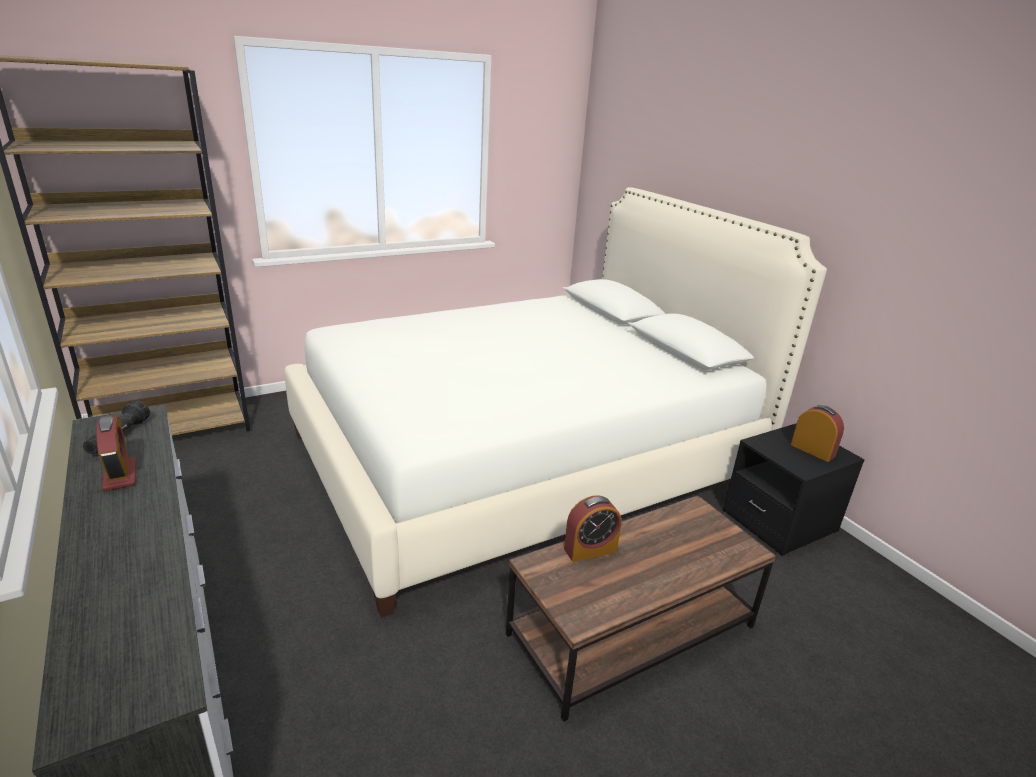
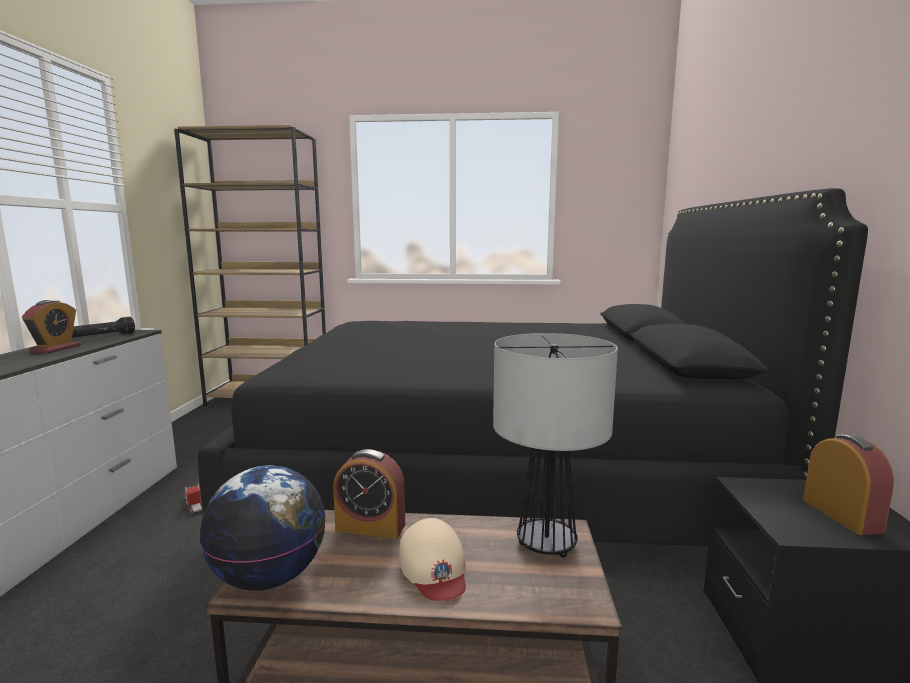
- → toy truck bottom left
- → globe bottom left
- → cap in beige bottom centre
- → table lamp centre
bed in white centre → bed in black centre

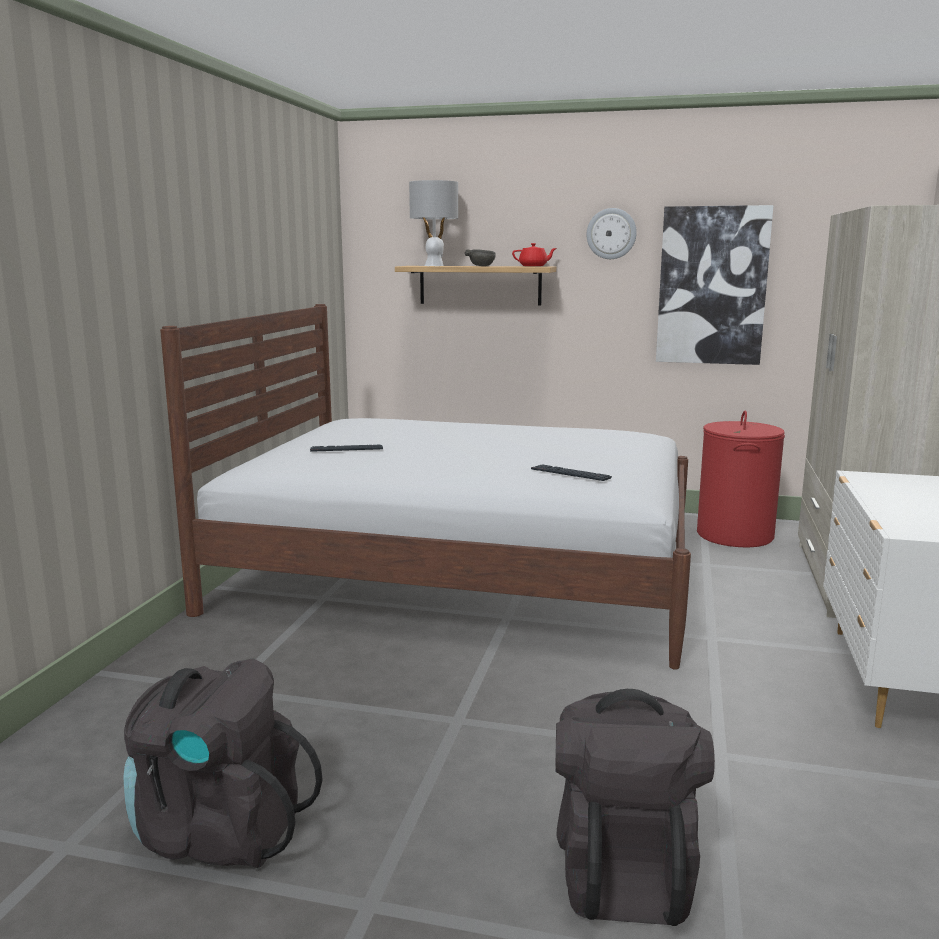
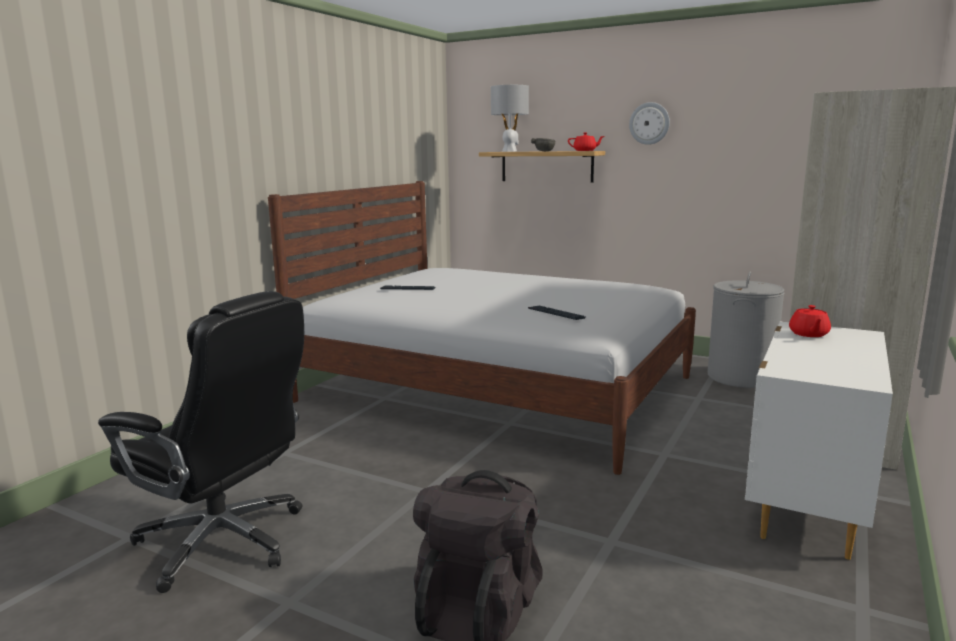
picture top right → -
- → teapot in red (no. 2 from left) middle right
backpack in black (no. 1 from left) bottom left → office chair in black bottom left
laundry basket in red middle right → laundry basket in grey middle right

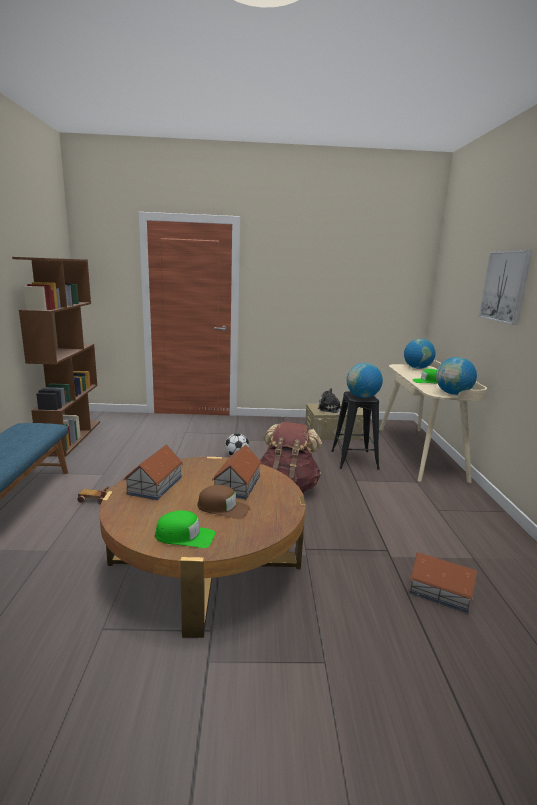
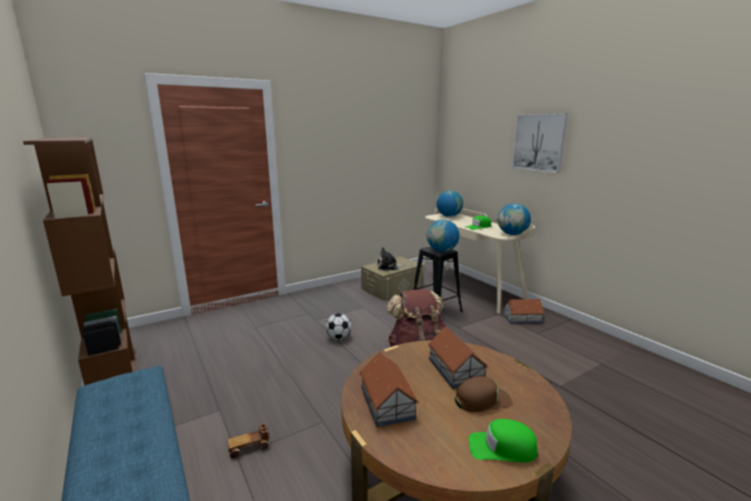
toy house (no. 3 from left) bottom right → toy house (no. 3 from left) middle right, shifted
cap in green (no. 1 from left in the first image) centre → cap in green (no. 2 from left) bottom right, 150 degrees counterclockwise

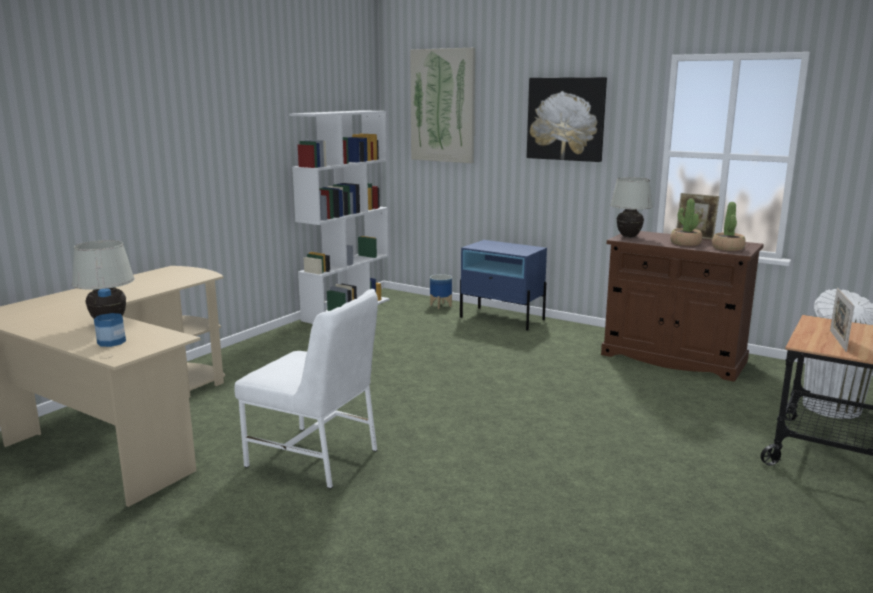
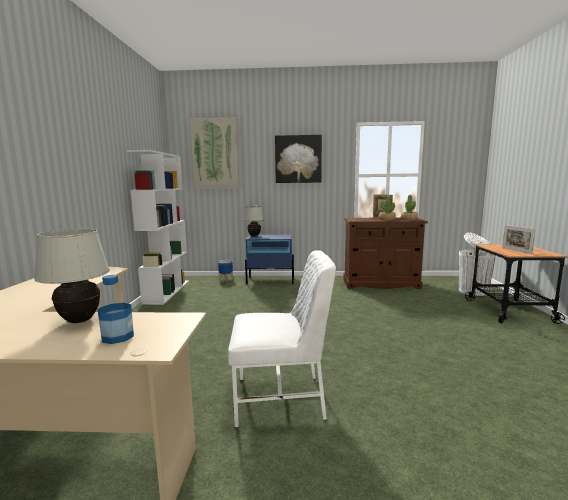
table lamp in white (no. 2 from left) middle right → table lamp in white (no. 2 from left) centre, shifted

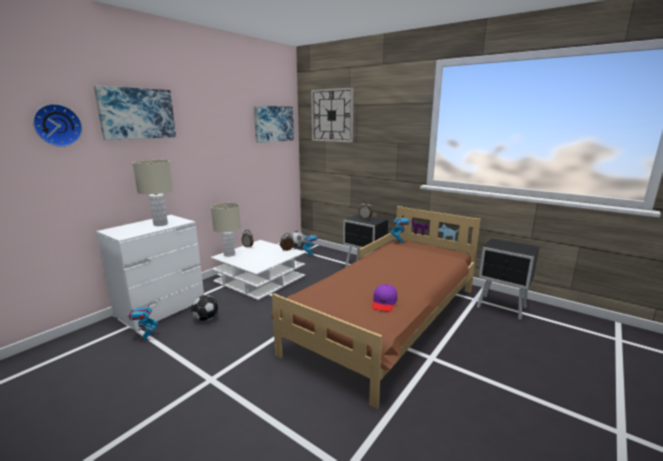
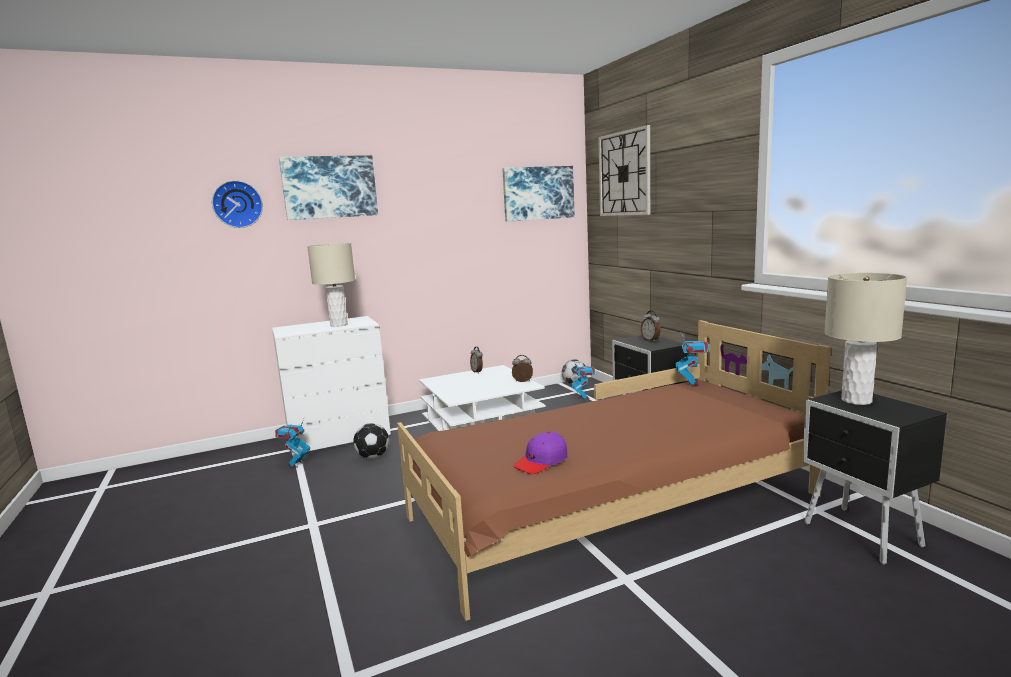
table lamp in beige (no. 2 from left) centre → table lamp in beige (no. 2 from left) middle right, shifted

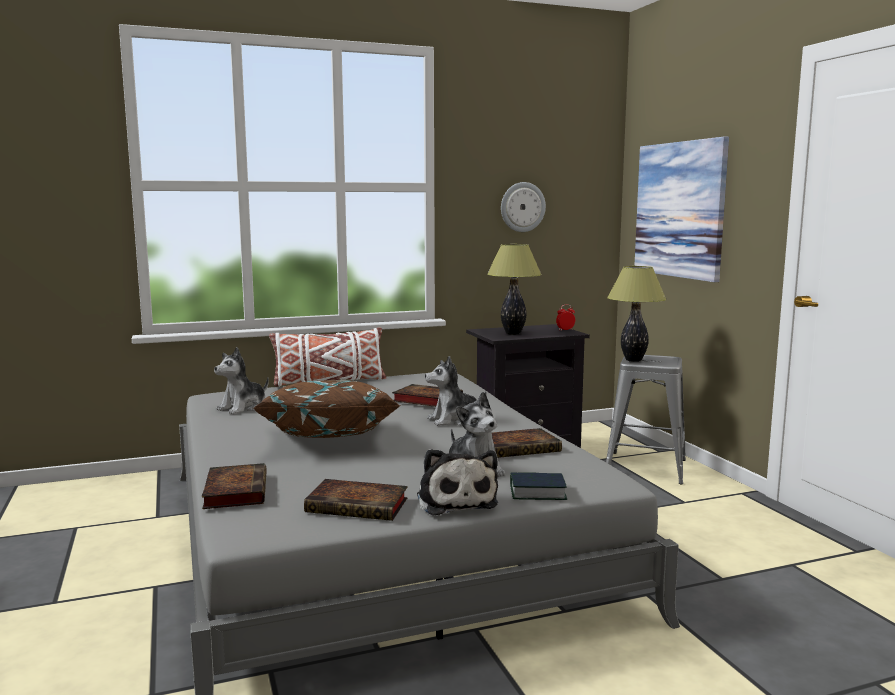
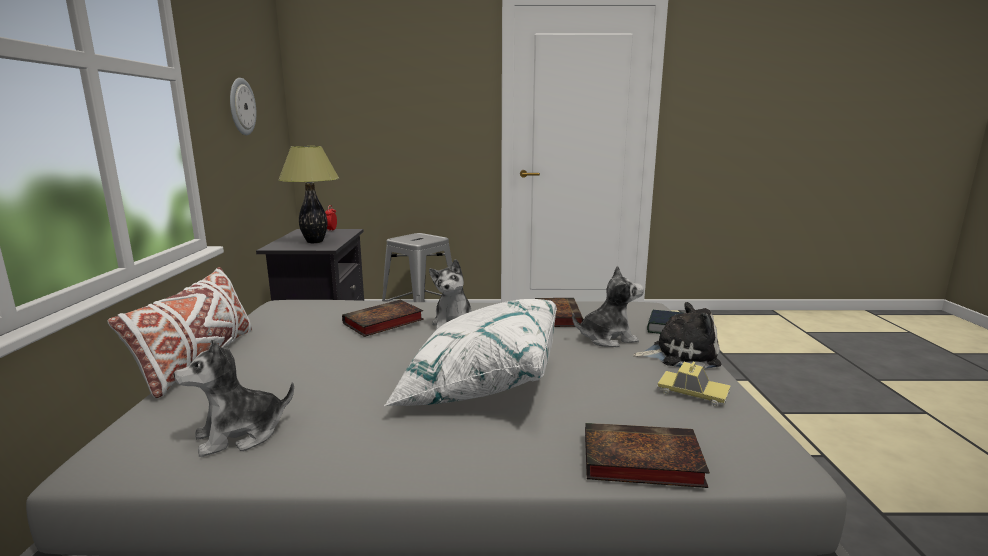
table lamp (no. 2 from left) middle right → -
picture top right → -
book (no. 2 from left) bottom centre → toy car bottom right
pillow in brown centre → pillow in white (no. 2 from left) centre
plush toy (no. 1 from left) middle left → plush toy (no. 1 from left) bottom left, 90 degrees clockwise

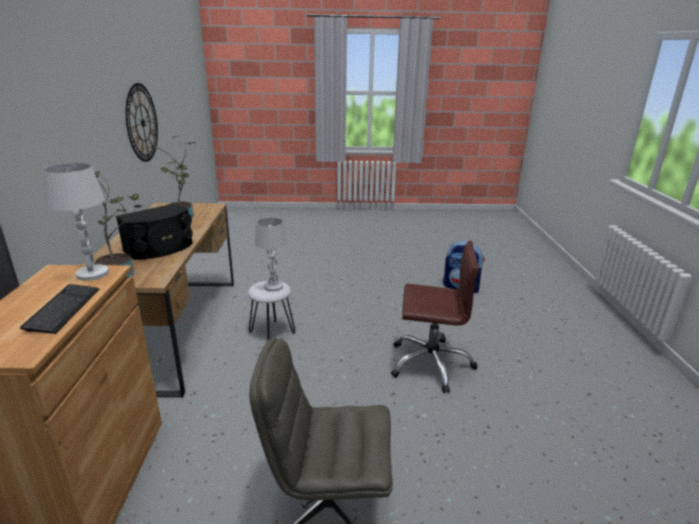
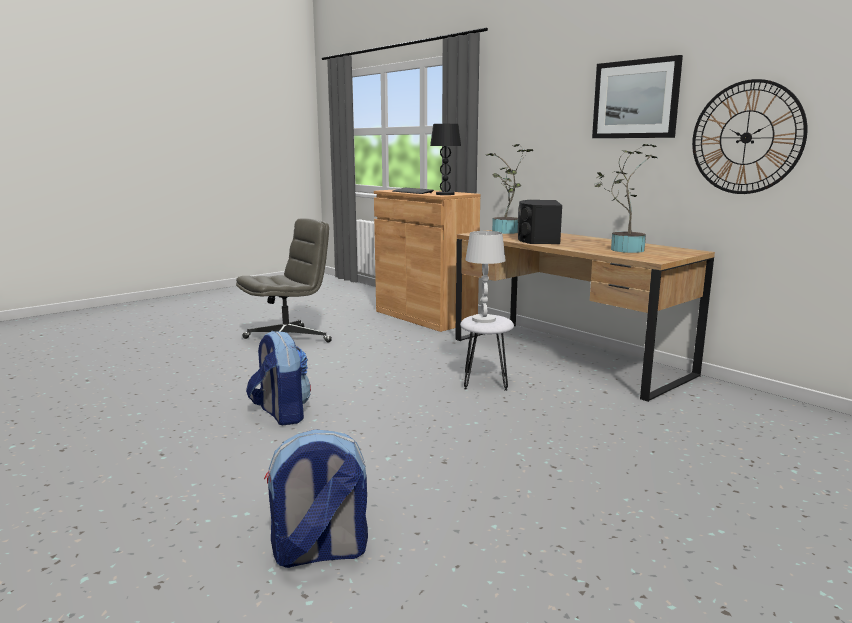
- → picture top right
office chair in brown centre → backpack (no. 1 from left) middle left
table lamp in white (no. 1 from left) middle left → table lamp in black top centre

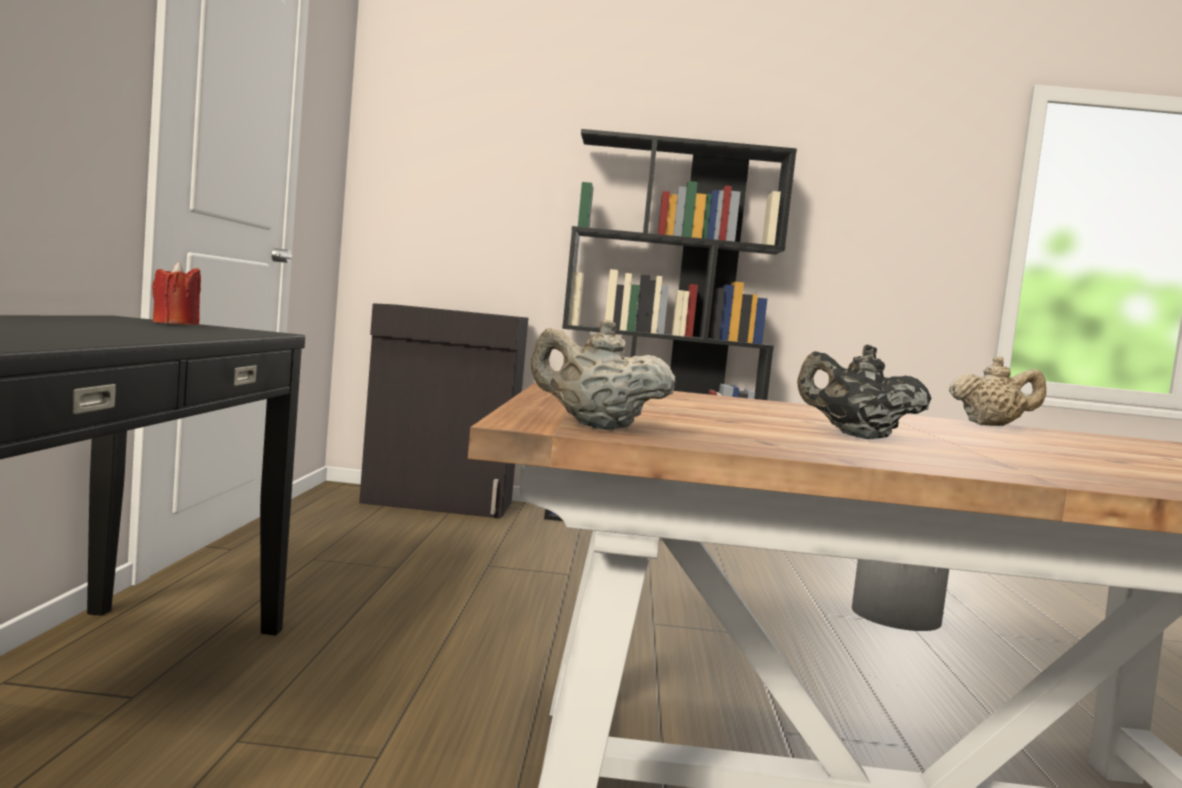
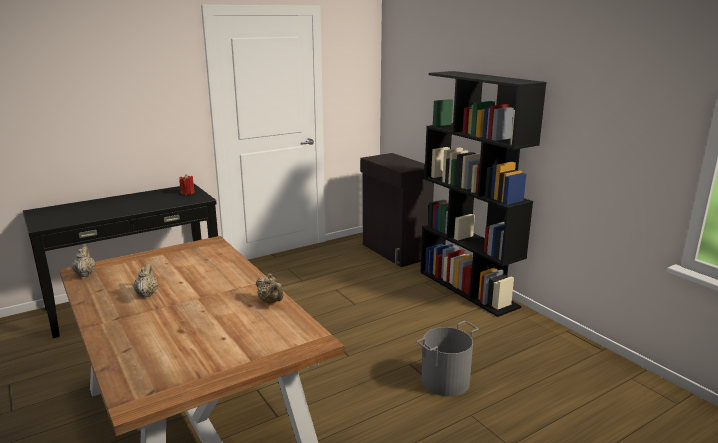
teapot in black middle right → teapot in beige (no. 2 from left) middle left

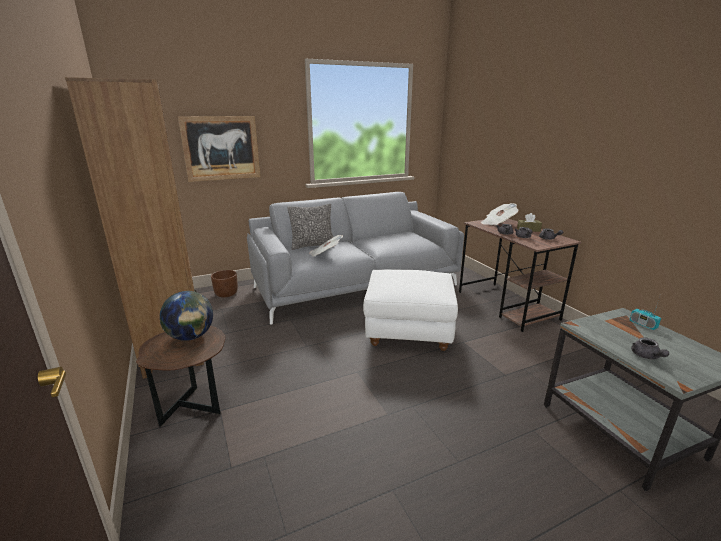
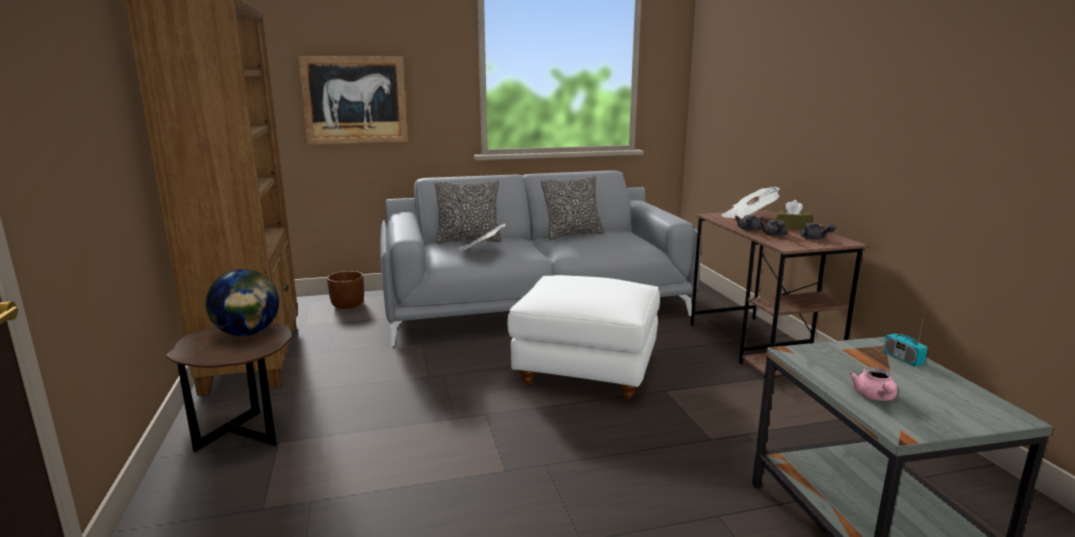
- → pillow (no. 2 from left) centre
teapot in grey (no. 4 from left) middle right → teapot in pink bottom right

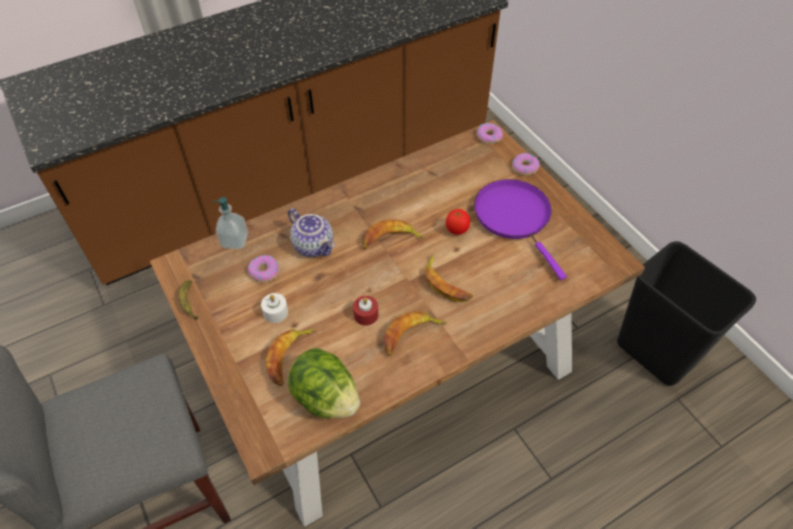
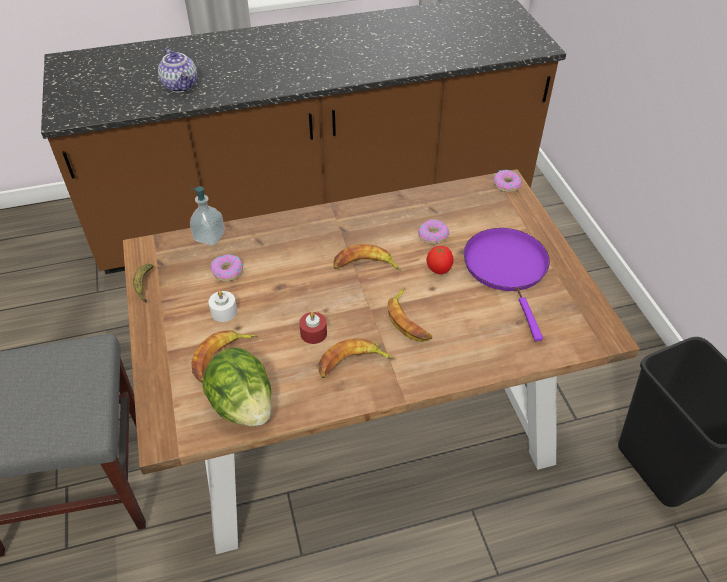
teapot centre → teapot top left, shifted
donut (no. 3 from left in the first image) top centre → donut (no. 2 from left) centre, shifted

